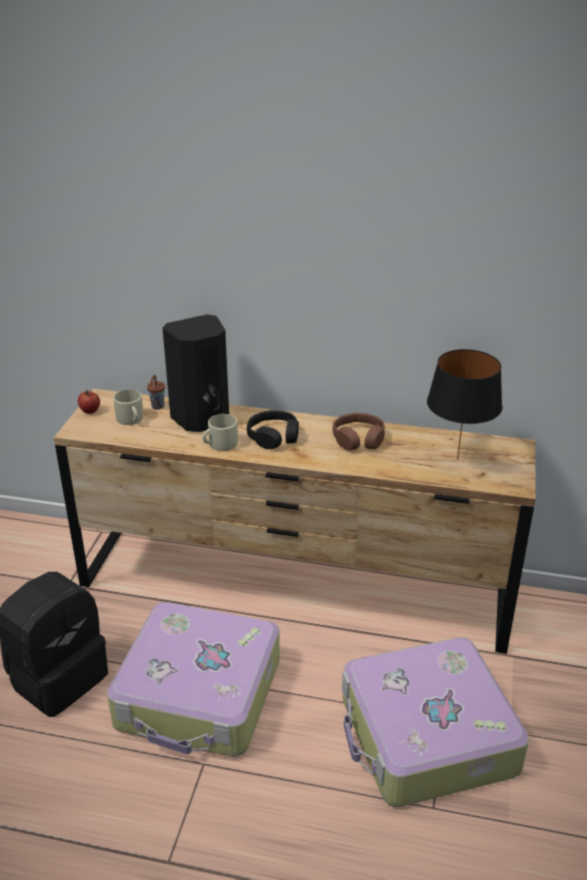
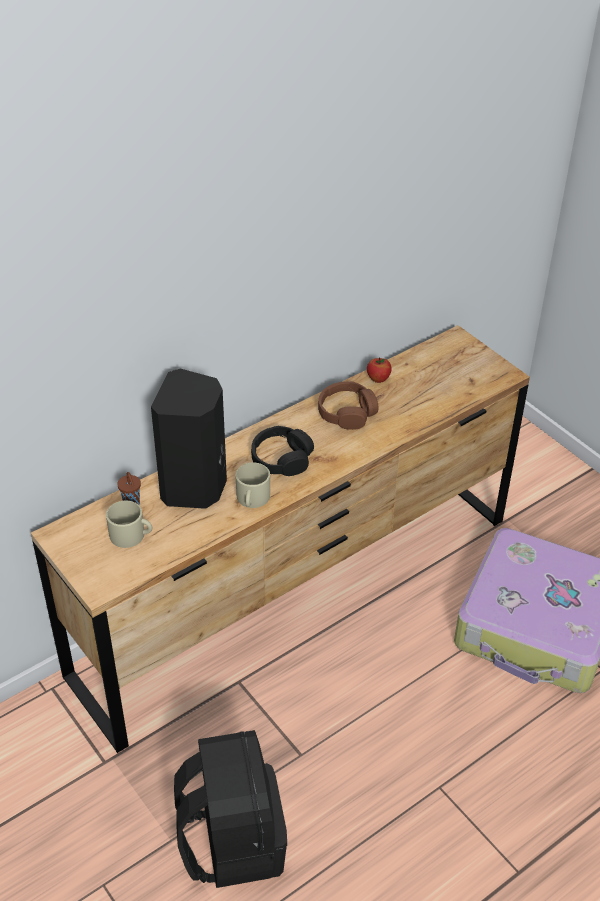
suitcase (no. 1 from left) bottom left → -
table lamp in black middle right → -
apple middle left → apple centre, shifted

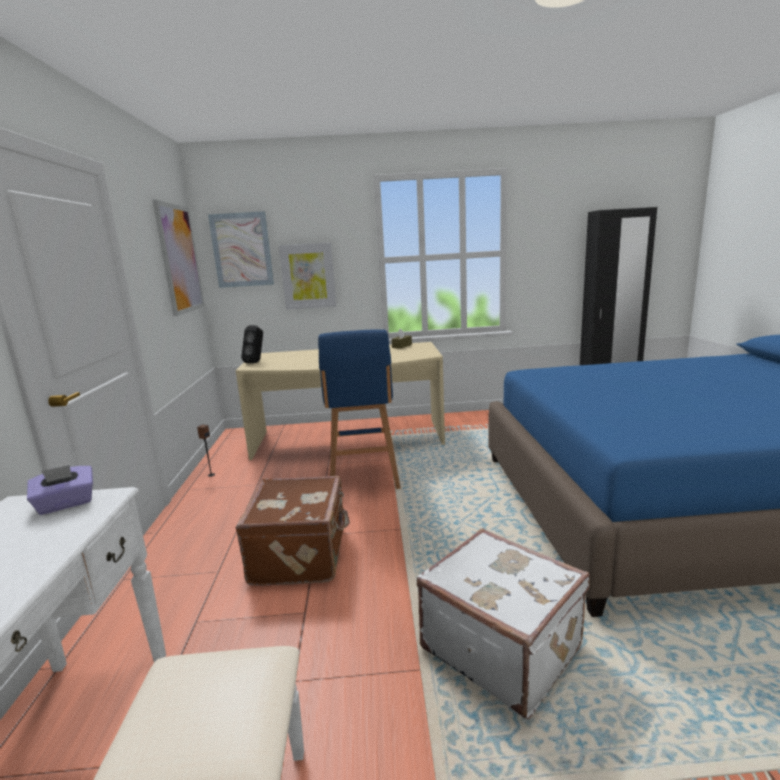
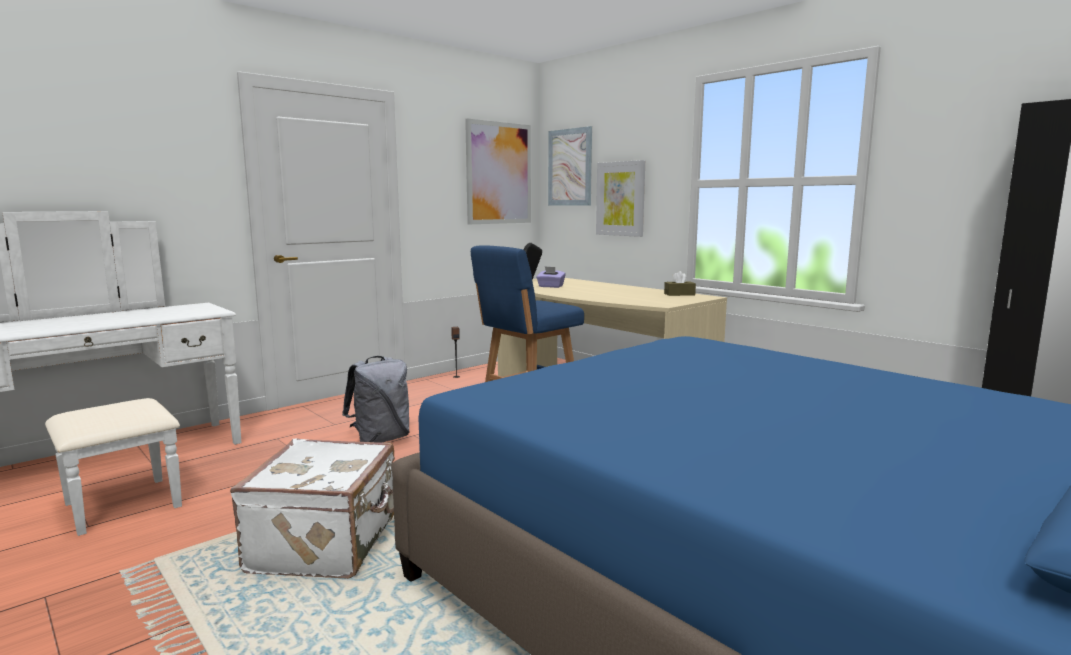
tissue box in purple middle left → tissue box in purple centre, shifted
suitcase in brown bottom centre → backpack in grey centre

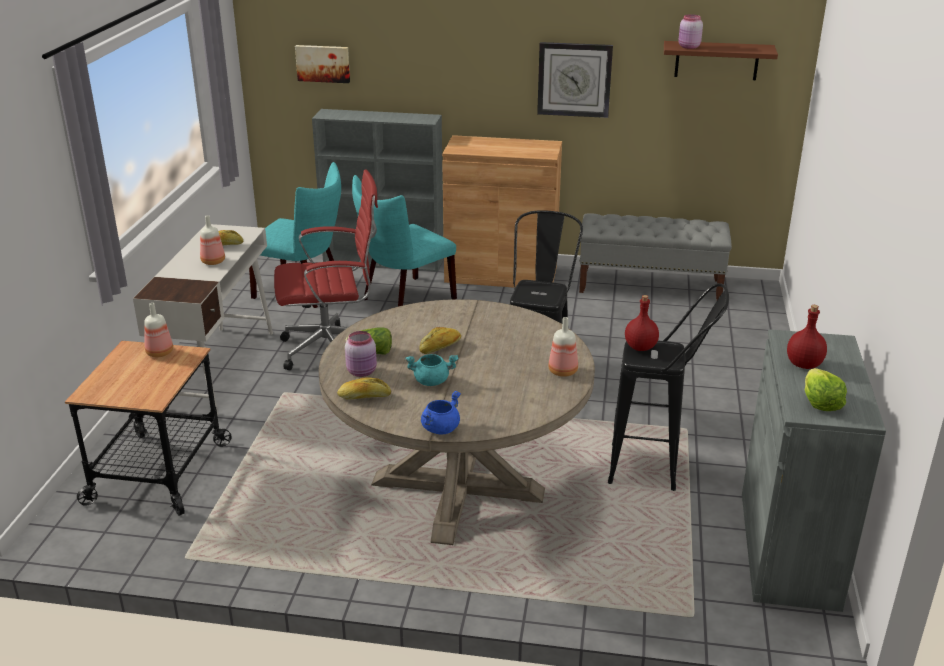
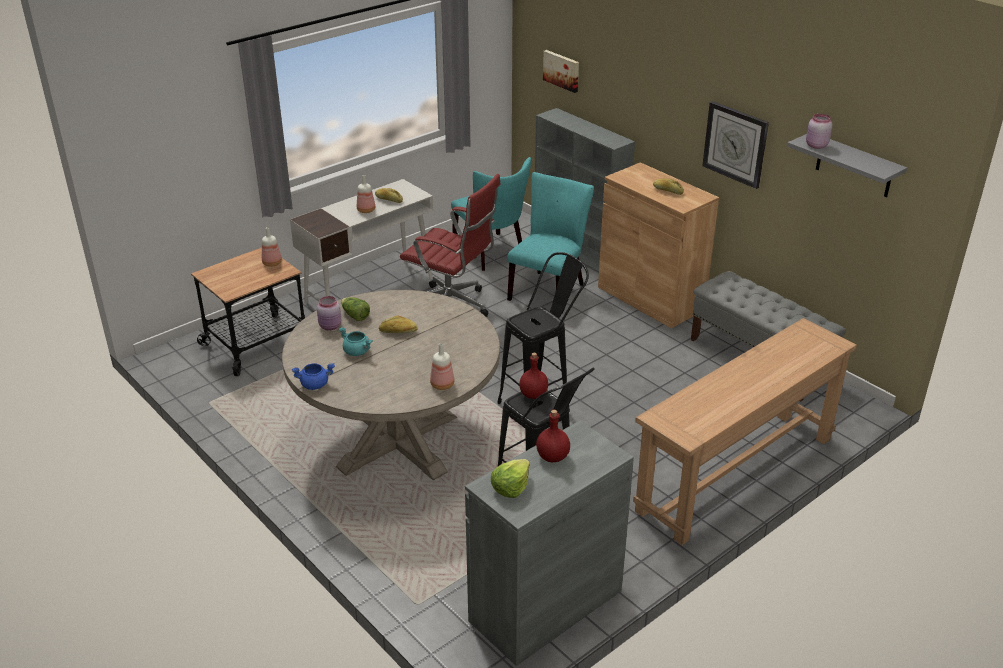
- → console table in brown middle right
bread (no. 2 from left in the first image) centre → bread (no. 3 from left) top centre, shifted
shelf in brown top right → shelf in grey top right
chair in turquoise (no. 2 from left) centre, 120 degrees clockwise

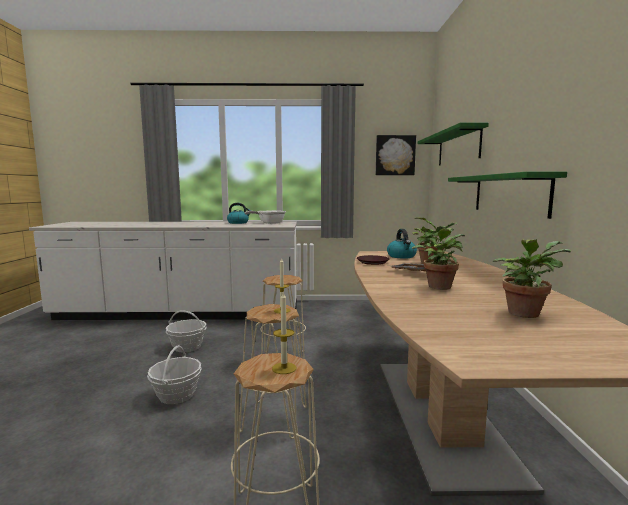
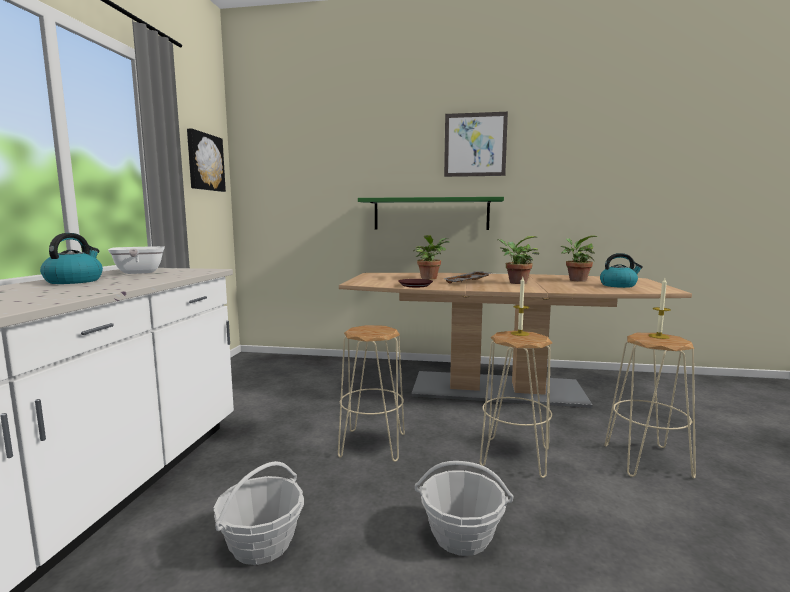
shelf in green (no. 1 from left) top right → -
- → picture (no. 2 from left) top centre
kettle (no. 2 from left) centre → kettle (no. 2 from left) middle right, shifted

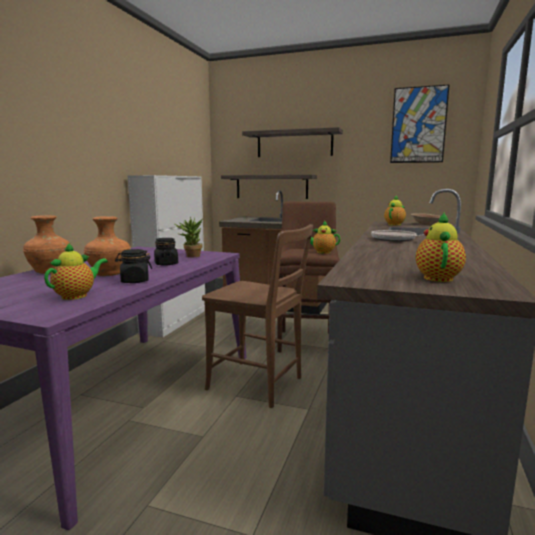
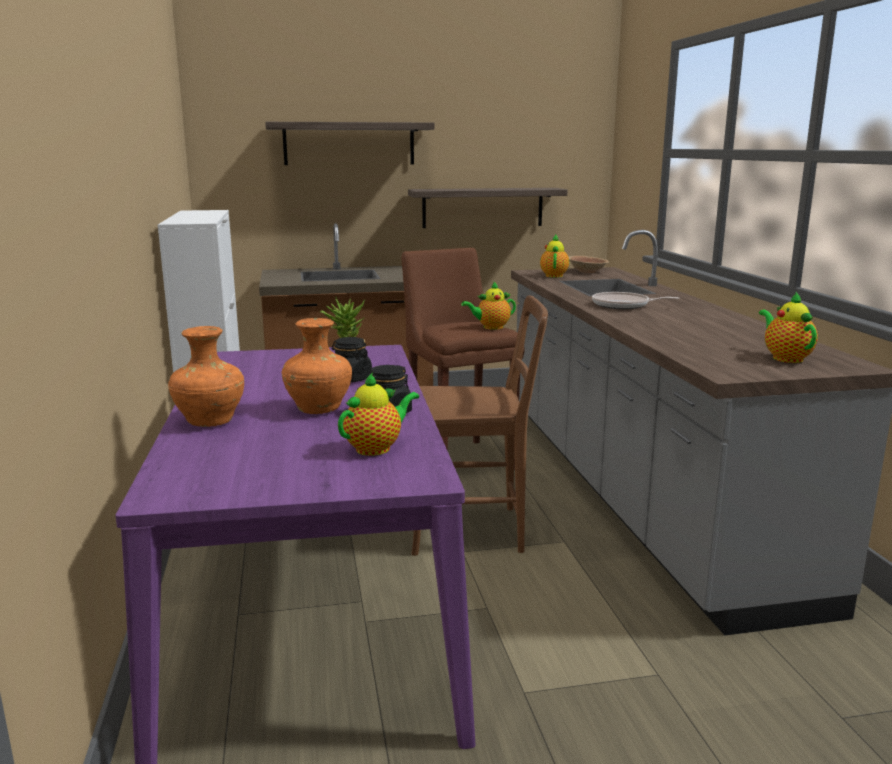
picture top right → -
shelf (no. 1 from left in the first image) centre → shelf (no. 2 from left) top centre, shifted
teapot (no. 1 from left) middle left → teapot (no. 1 from left) centre, 45 degrees clockwise

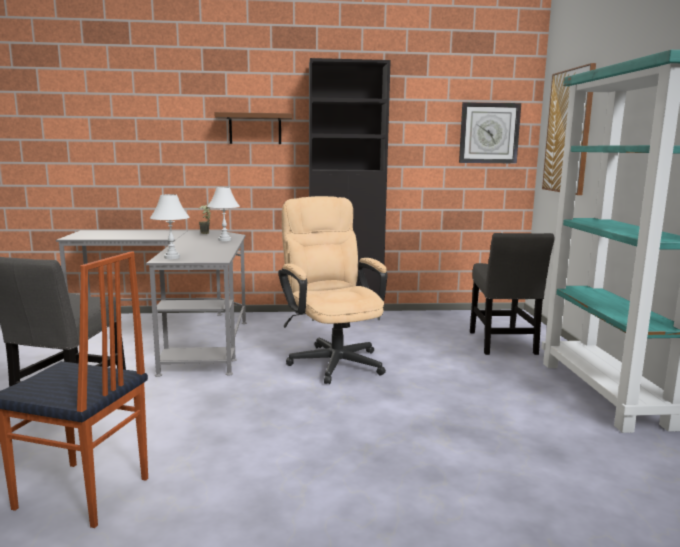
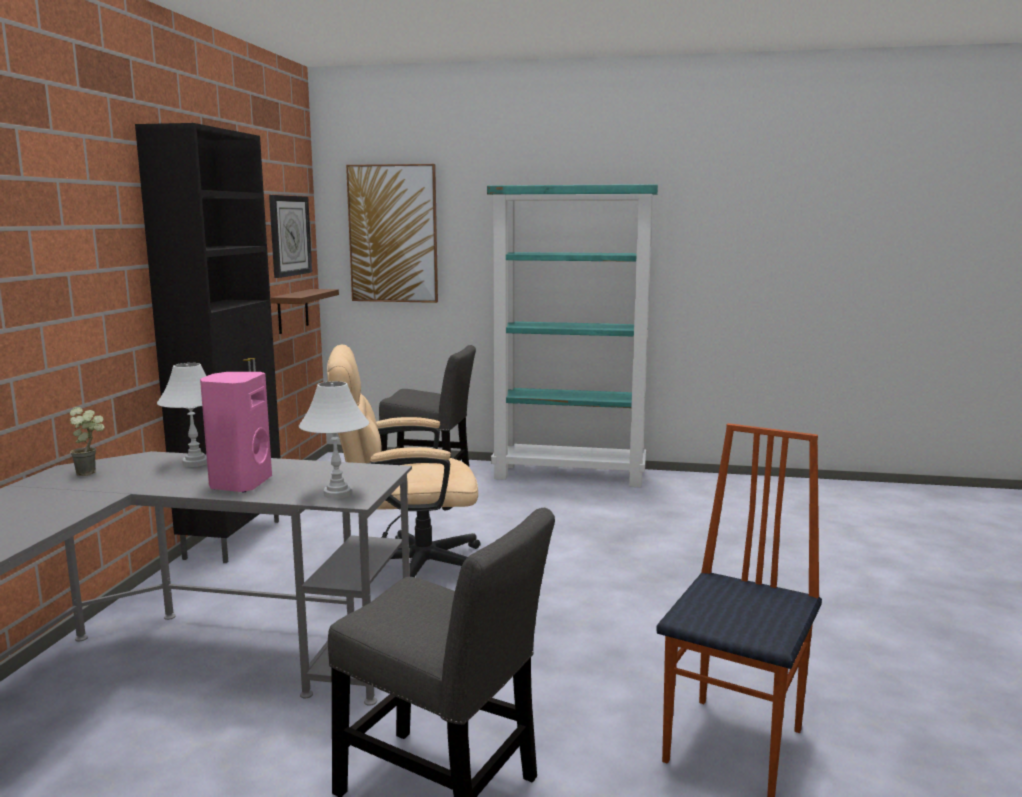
- → speaker in pink middle left
shelf in brown top centre → shelf in brown middle left, shifted

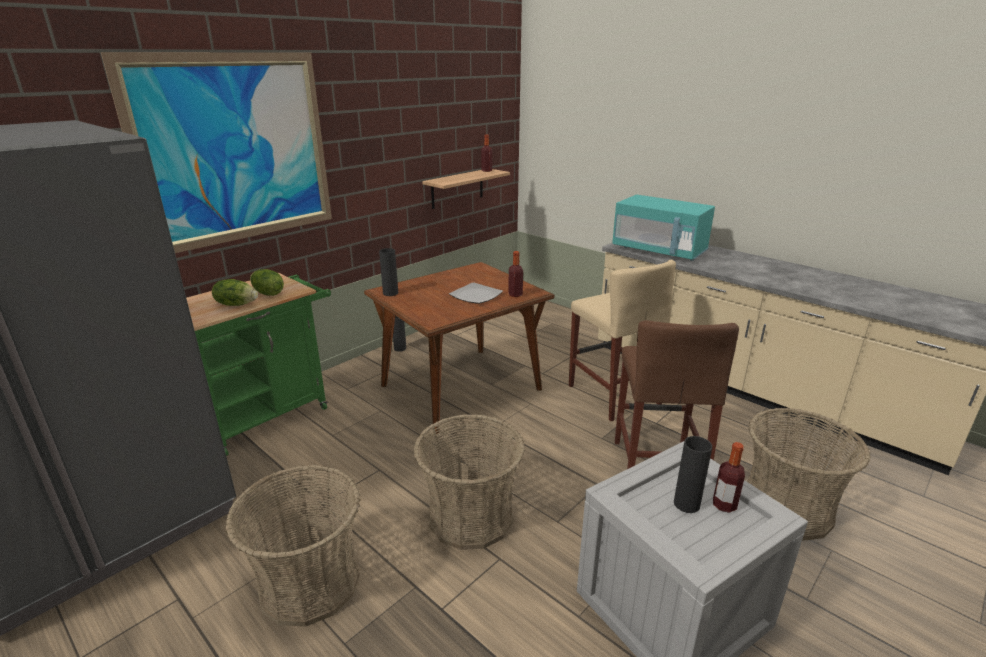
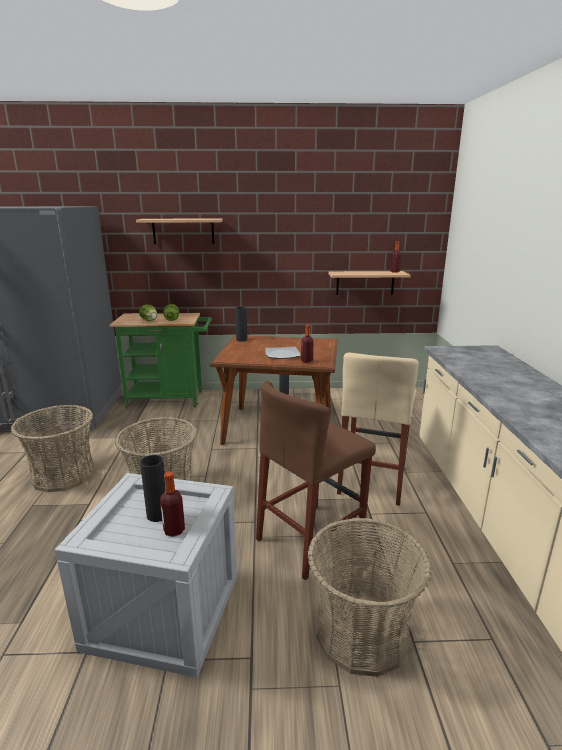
microwave in turquoise middle right → -
picture top left → shelf (no. 1 from left) top left

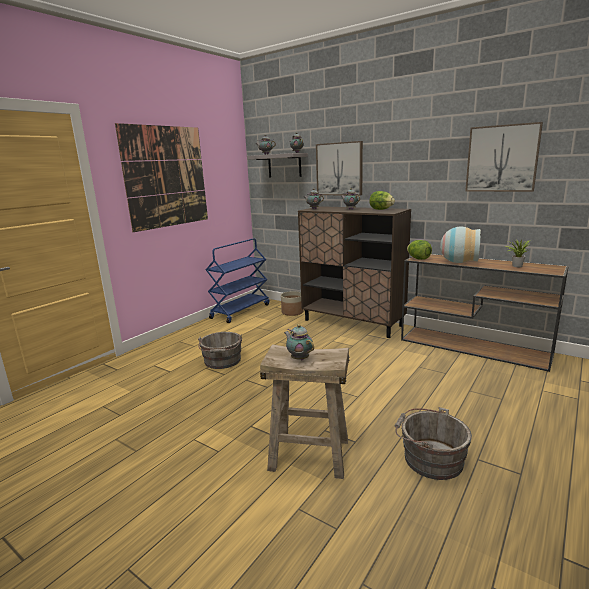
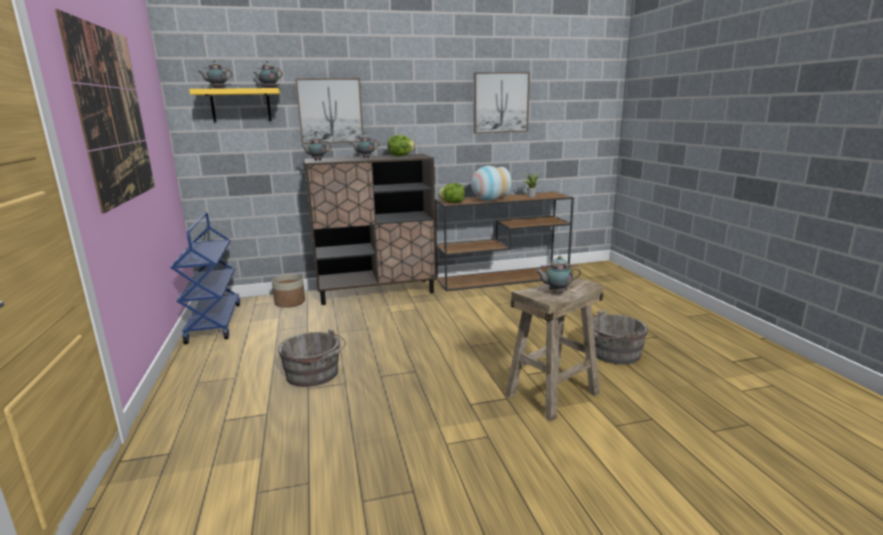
shelf in grey top centre → shelf in yellow top left

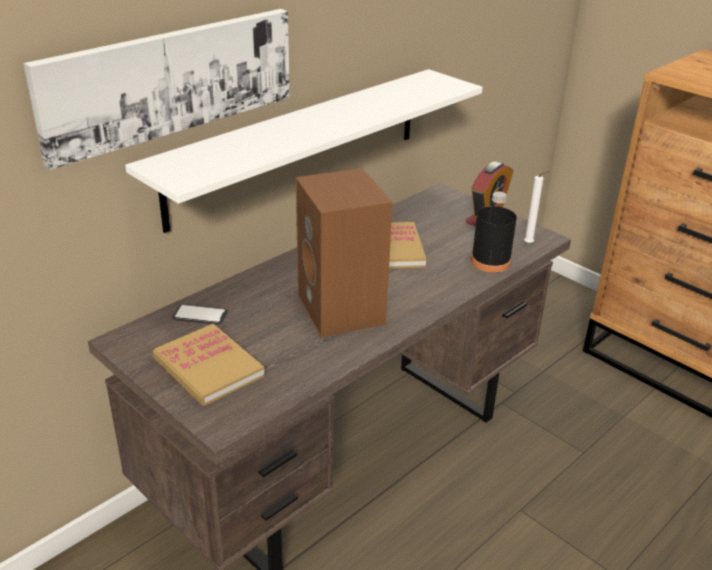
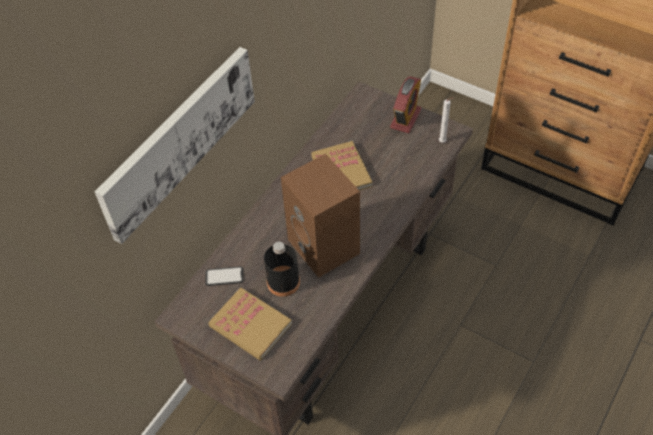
shelf in white top centre → -
bottle in black middle right → bottle in black centre, shifted

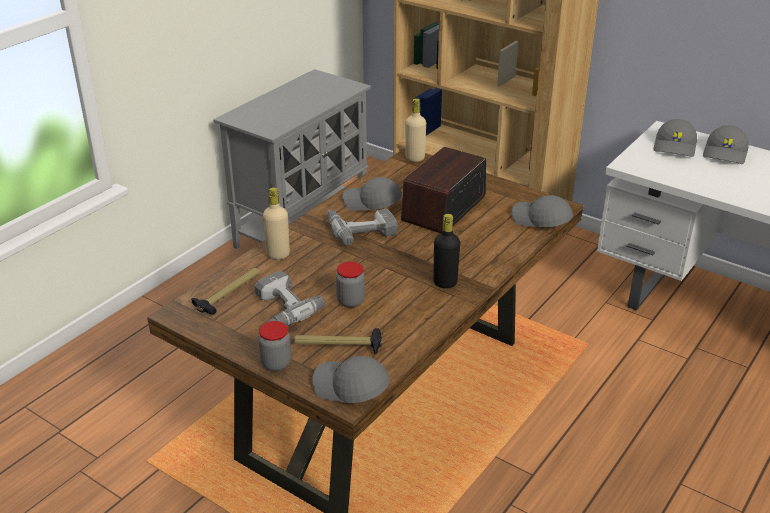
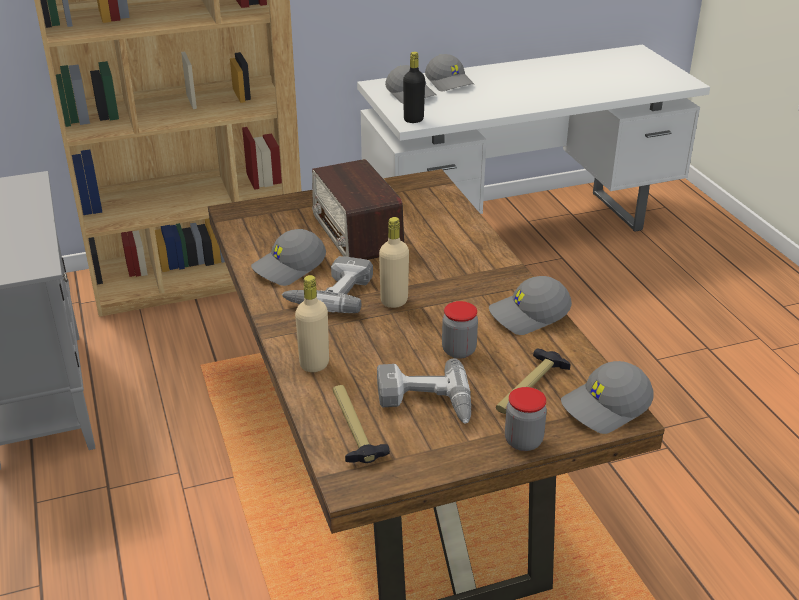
bottle in beige (no. 2 from left) top centre → bottle in beige (no. 2 from left) centre, shifted
bottle in black centre → bottle in black top centre, shifted
cap in grey (no. 3 from left in the first image) middle right → cap in grey (no. 4 from left) centre, shifted

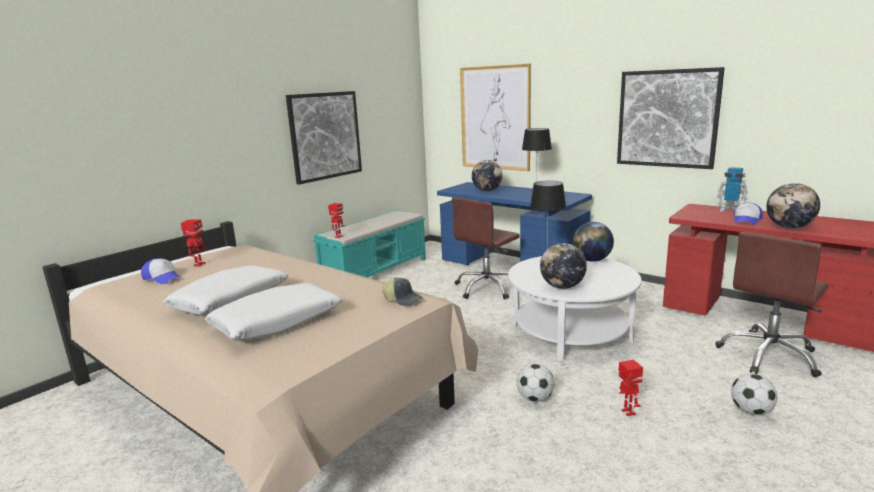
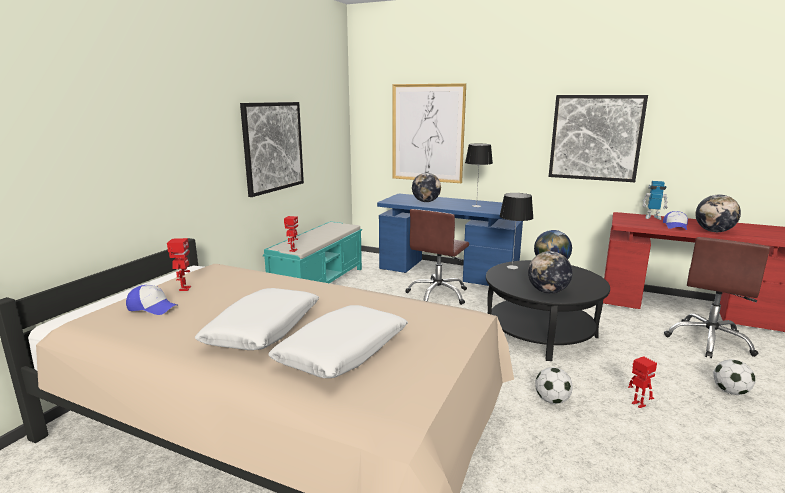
cap (no. 2 from left) centre → -
coffee table in white centre → coffee table in black middle right

